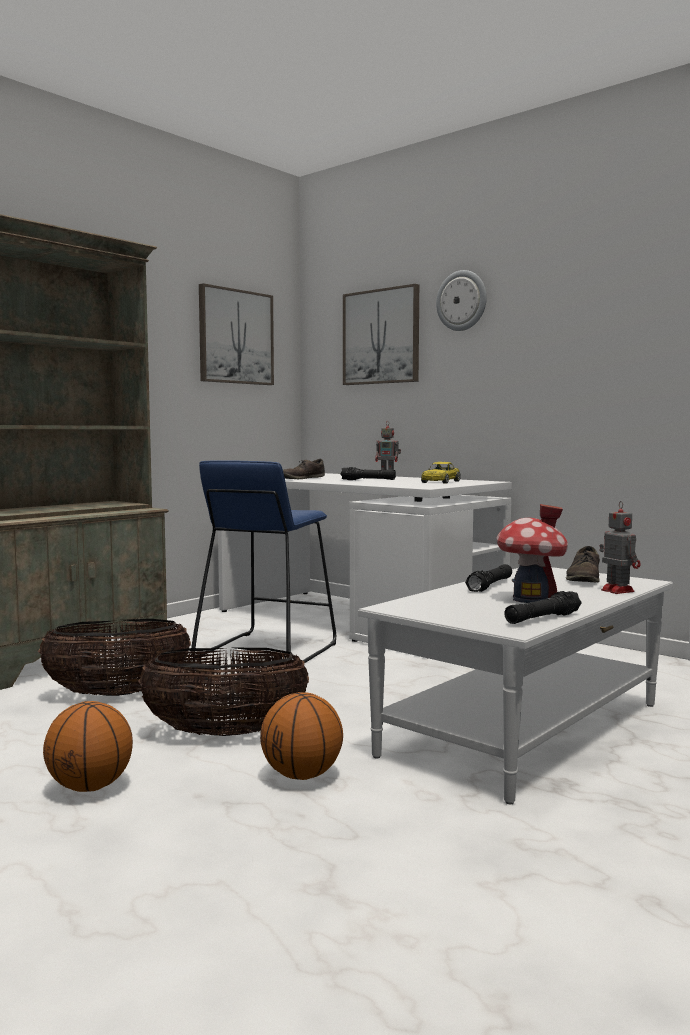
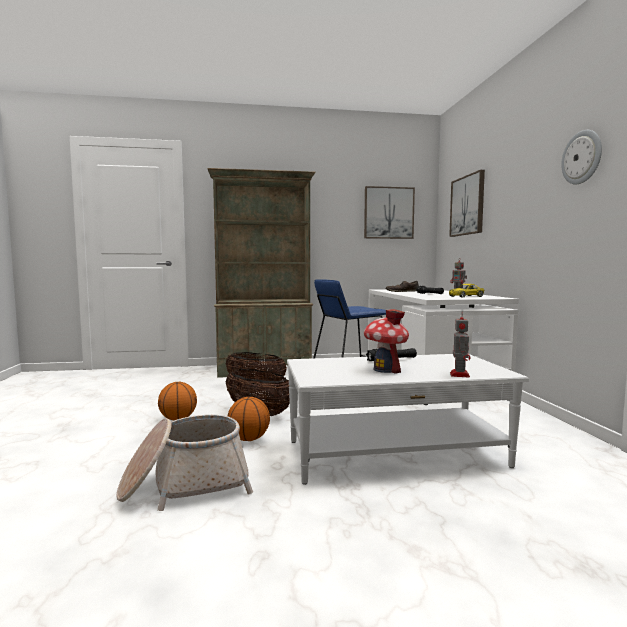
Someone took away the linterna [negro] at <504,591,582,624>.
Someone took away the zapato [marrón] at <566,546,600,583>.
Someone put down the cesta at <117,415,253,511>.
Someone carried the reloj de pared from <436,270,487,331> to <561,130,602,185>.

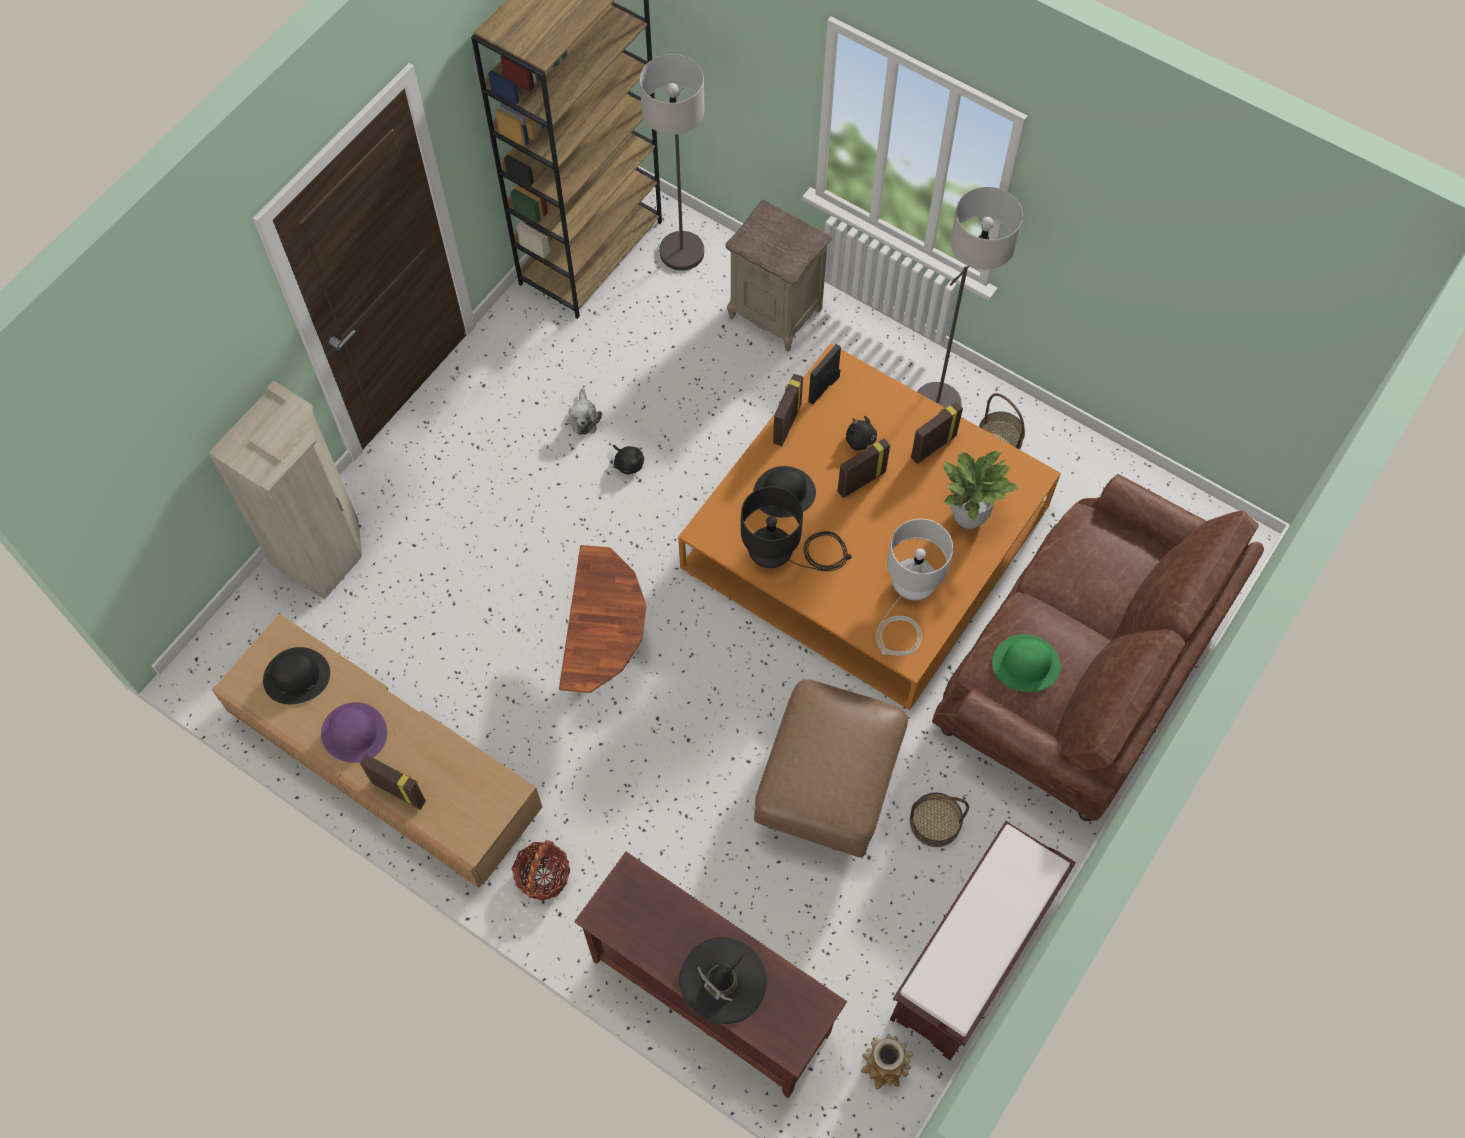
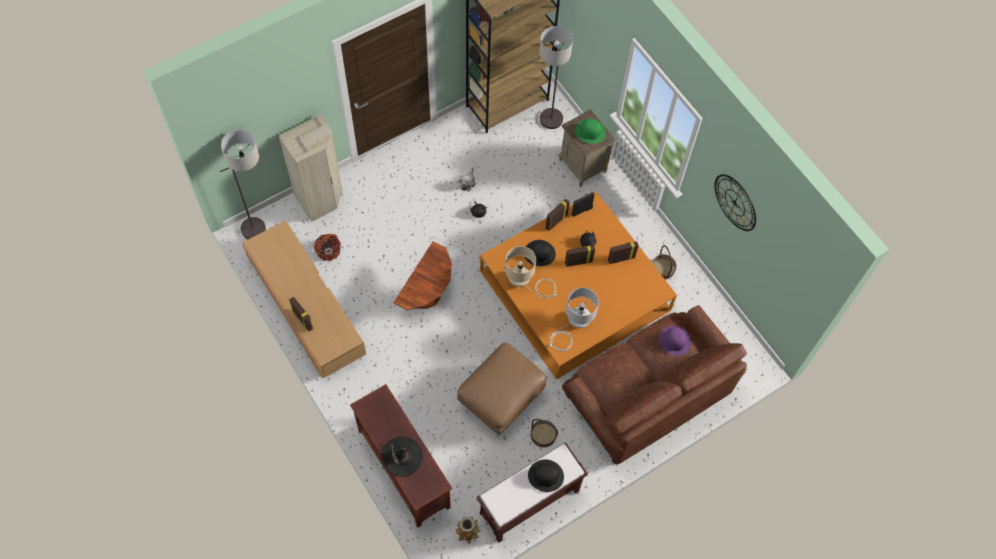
Someone took away the planta en maceta at <943,451,1018,529>.
Someone put up the reloj de pared at <715,174,756,231>.
Someone carried the sombrero [negro] from <263,647,330,704> to <528,459,564,492>.
Someone carried the sombrero [morado] from <321,702,387,763> to <659,326,691,356>.
Someone carried the cesta from <511,840,570,901> to <314,234,341,261>.
Someone carried the lámpara de pie [gris] from <917,187,1023,408> to <220,130,266,240>.
Someone carried the sombrero [verde] from <992,634,1060,692> to <575,119,606,144>.
Someone repainted the lámpara de mesa [negro] at <741,486,852,571>, which became the lámpara de mesa [beis] at <505,246,557,299>.

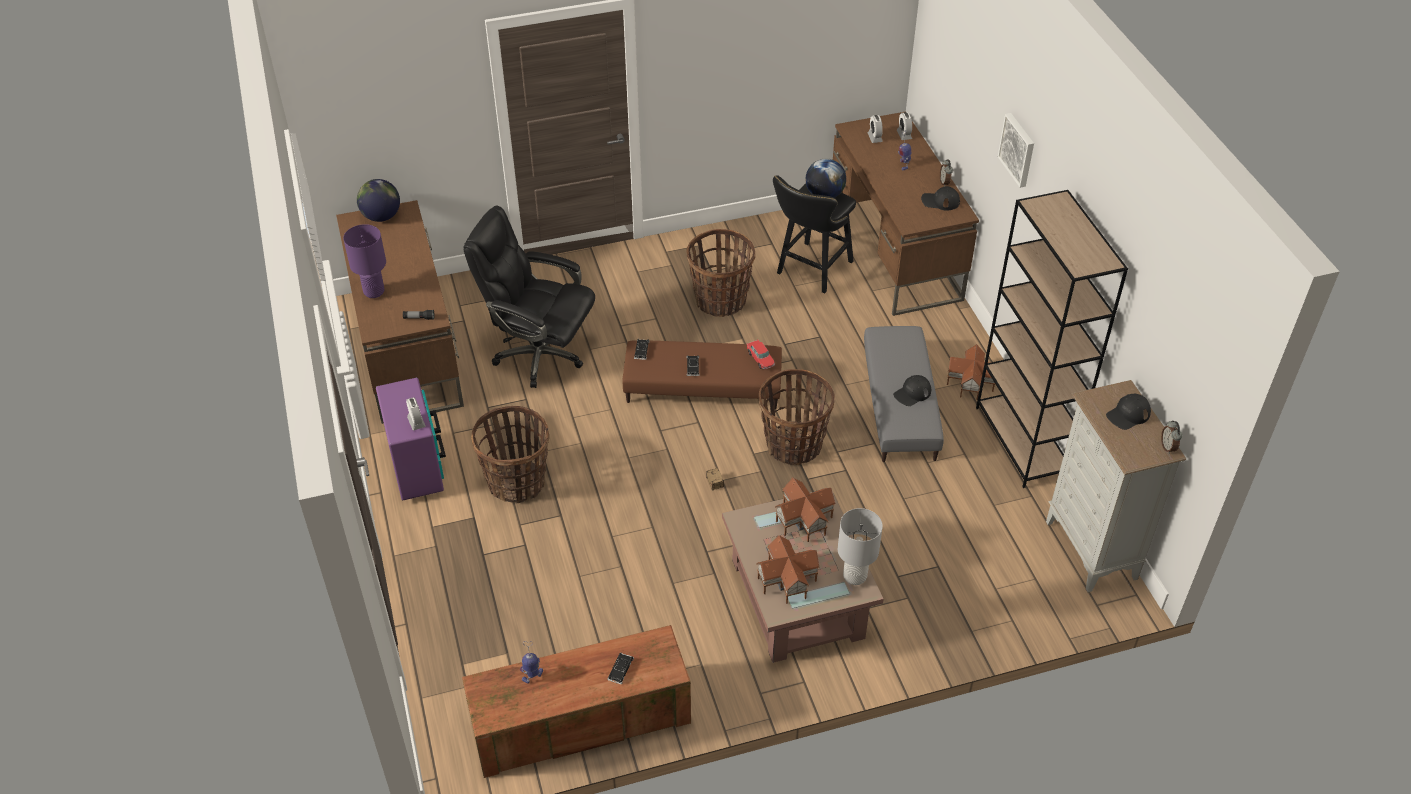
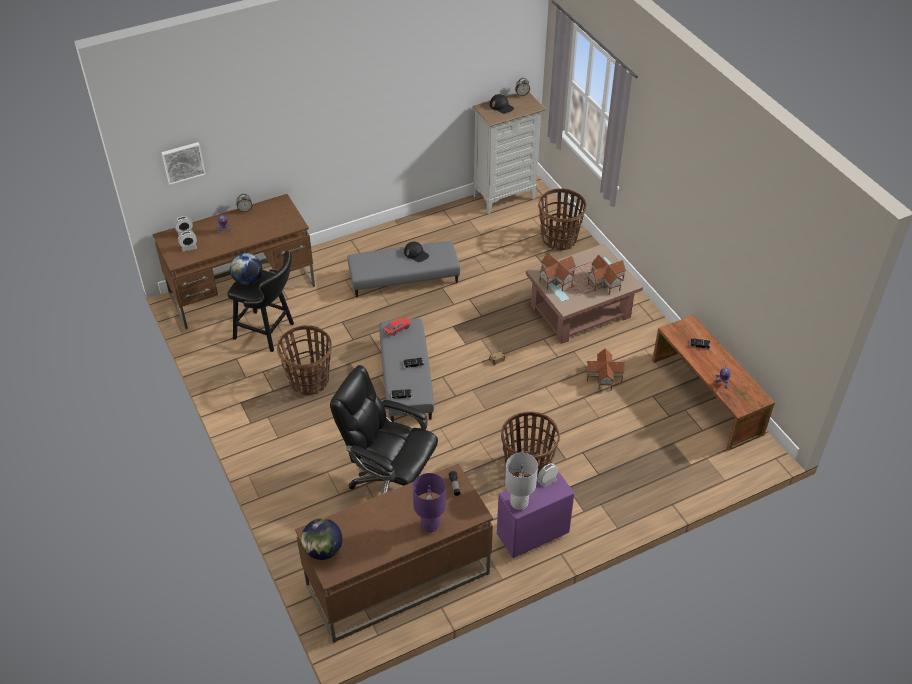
Someone took away the gorra [negro] at <921,186,960,210>.
Someone took away the estantería [beis] at <976,190,1128,488>.
Someone carried the cesta from <758,369,835,465> to <538,188,586,251>.
Someone carried the lámpara de mesa [gris] from <838,508,883,585> to <505,453,538,510>.
Someone carried the casita from <947,344,995,400> to <586,348,625,391>.
Someone carried the cuadro from <998,113,1034,188> to <161,142,206,185>.
Someone repainted the puf [marrón] at <622,340,782,409>, which became the puf [gris] at <379,319,434,422>.
Someone rotated the silla de oficina [negro] at <463,206,595,388> by 105 degrees clockwise.

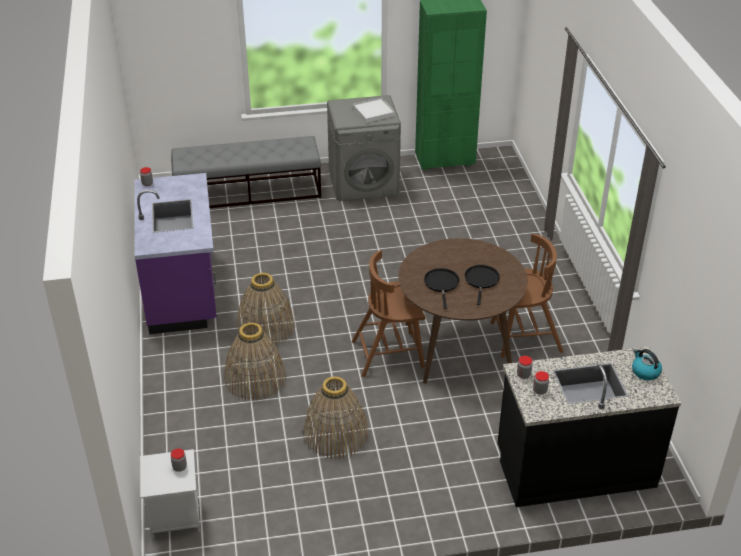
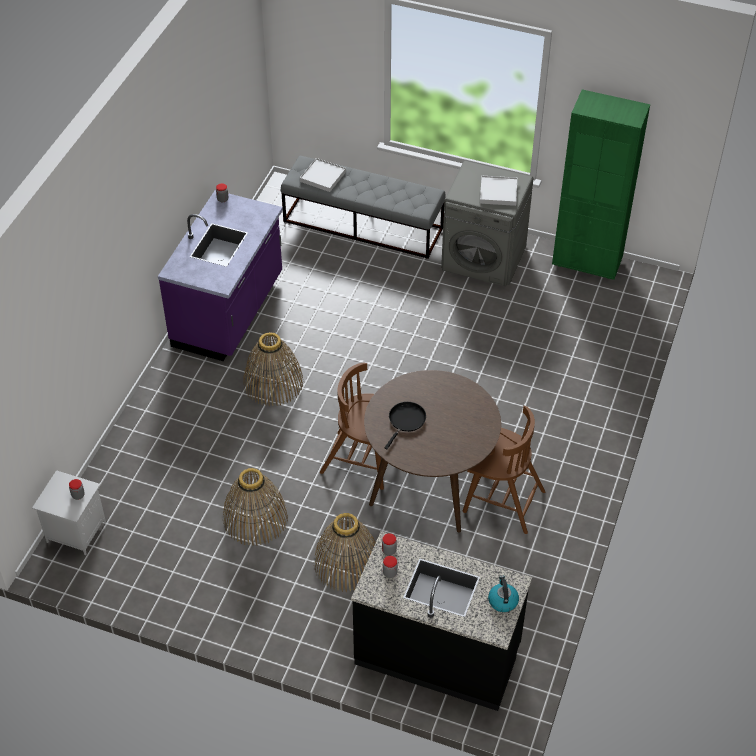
Someone took away the sartén [negro] at <464,265,500,305>.
Someone put down the bandeja [blanco] at <300,158,346,192>.
Someone carried the cesta from <224,323,286,401> to <314,513,376,592>.

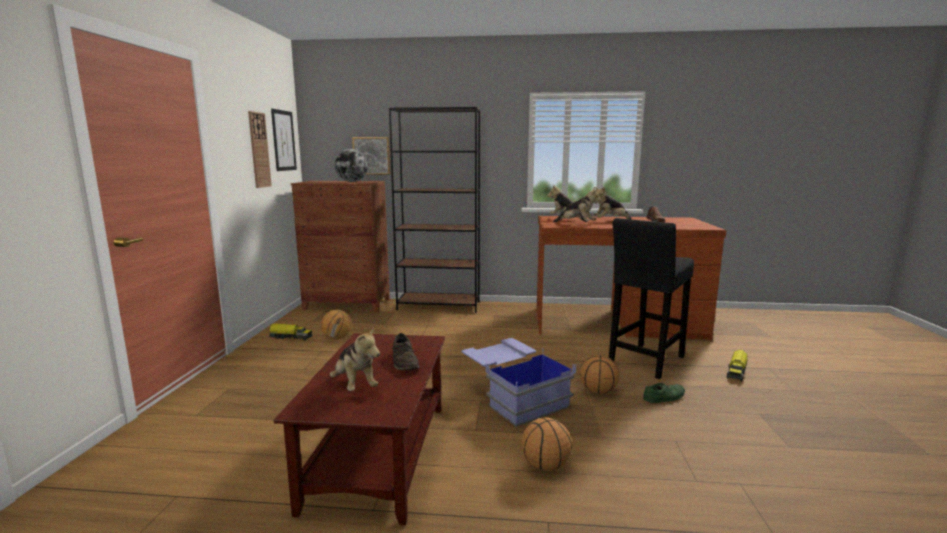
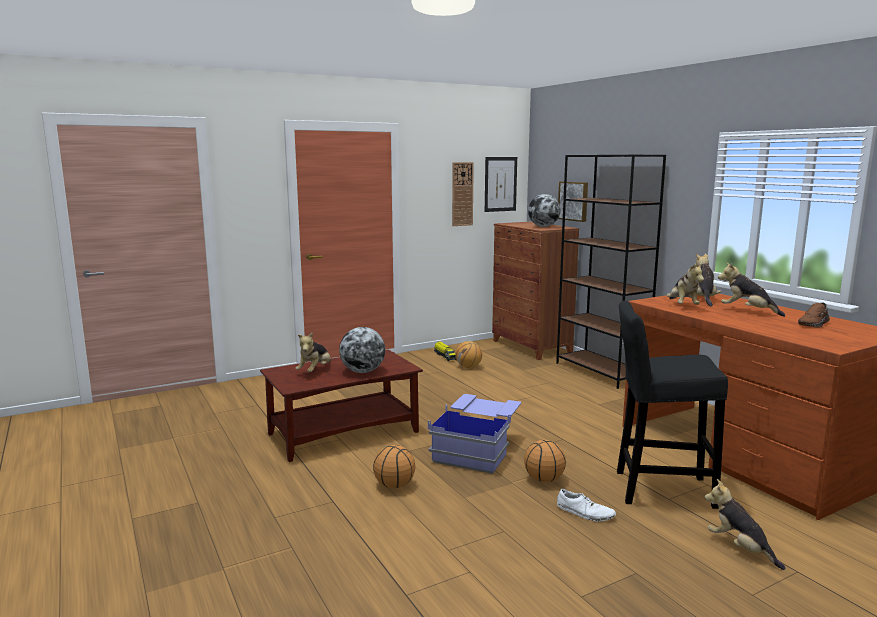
Someone swapped the zapato [marrón] at <392,333,419,370> for the globo terráqueo at <339,327,385,373>.
Someone swapped the camión de juguete at <727,349,748,381> for the peluche at <705,479,785,570>.
Someone repainted the zapato [verde] at <643,383,685,403>, which became the zapato [blanco] at <557,489,616,521>.

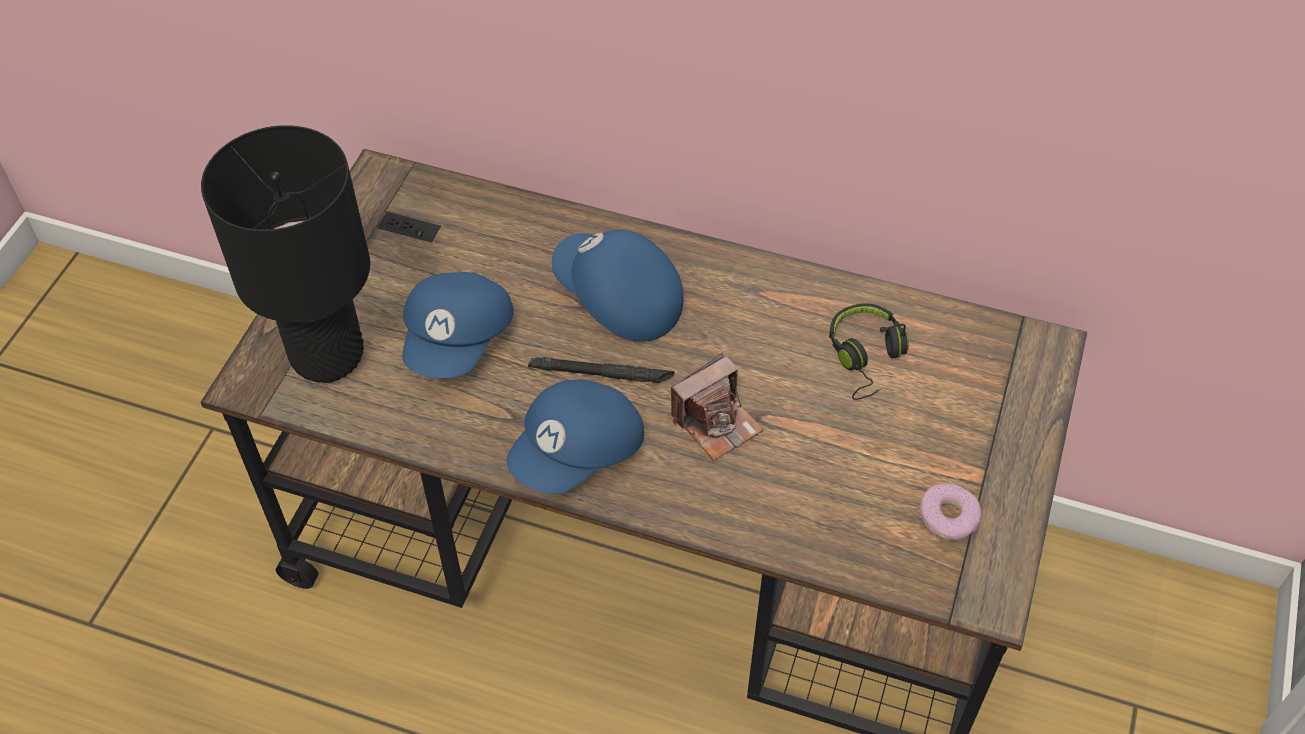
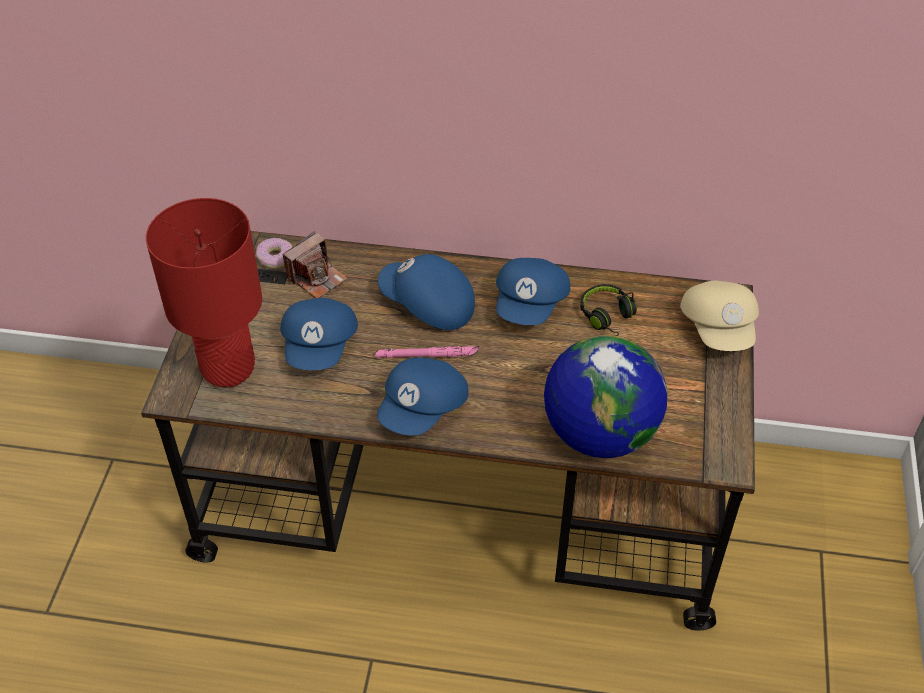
Someone put down the gorra [azul] at <496,258,571,325>.
Someone put down the globo terráqueo at <544,335,668,458>.
Someone put down the gorra [beis] at <680,281,759,351>.
Someone carried the cámara from <671,353,763,461> to <283,231,348,298>.
Someone carried the rosquilla from <920,484,981,541> to <256,238,292,269>.
Someone repainted the lámpara de mesa [negro] at <201,125,370,383>, which became the lámpara de mesa [rojo] at <146,198,262,387>.
Someone repainted the linterna [negro] at <528,357,675,383>, which became the linterna [rosa] at <375,346,479,358>.

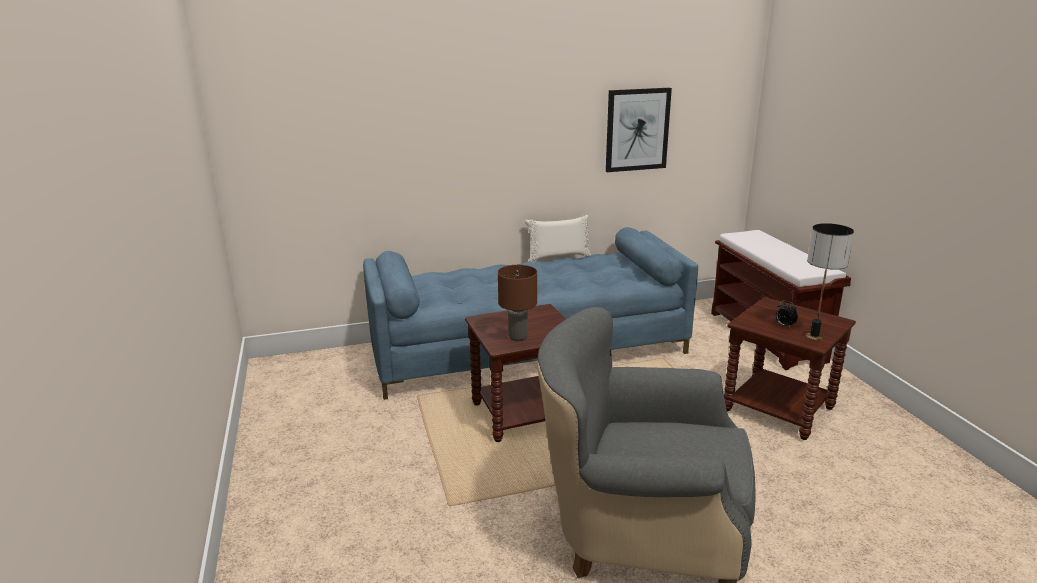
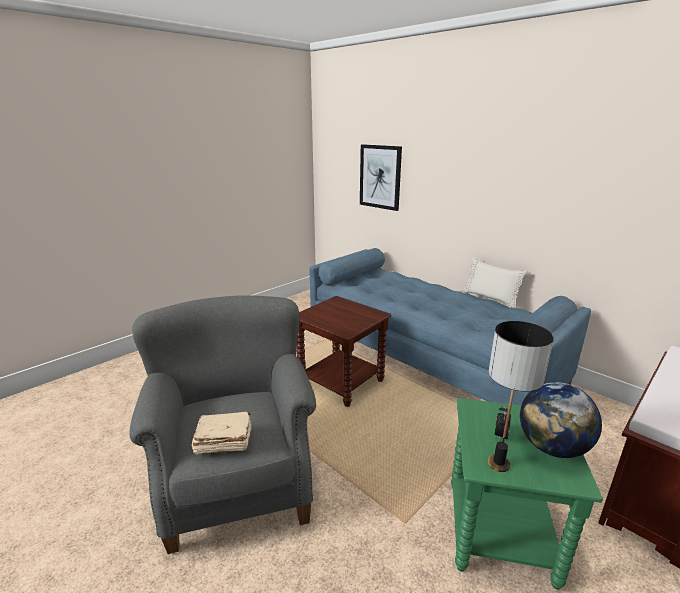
Someone took away the lámpara de mesa [marrón] at <498,265,537,341>.
Someone put down the libro [beis] at <191,412,251,454>.
Someone put down the globo terráqueo at <520,382,602,458>.
Someone carried the cuadro from <606,88,672,172> to <360,144,402,211>.
Someone repainted the mesa auxiliar [marrón] at <724,297,856,440>, which became the mesa auxiliar [verde] at <451,398,603,590>.

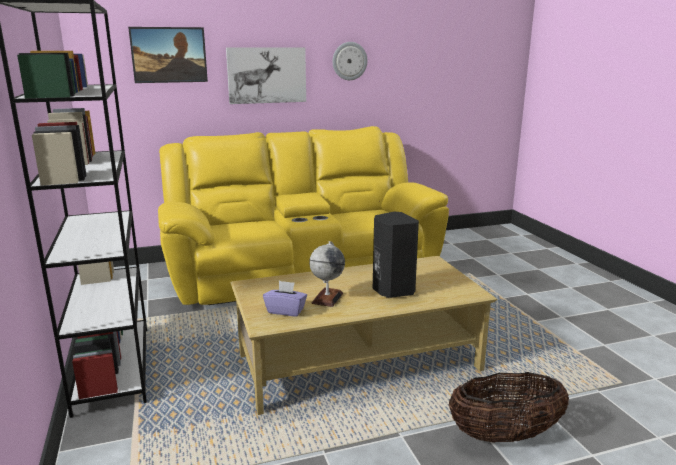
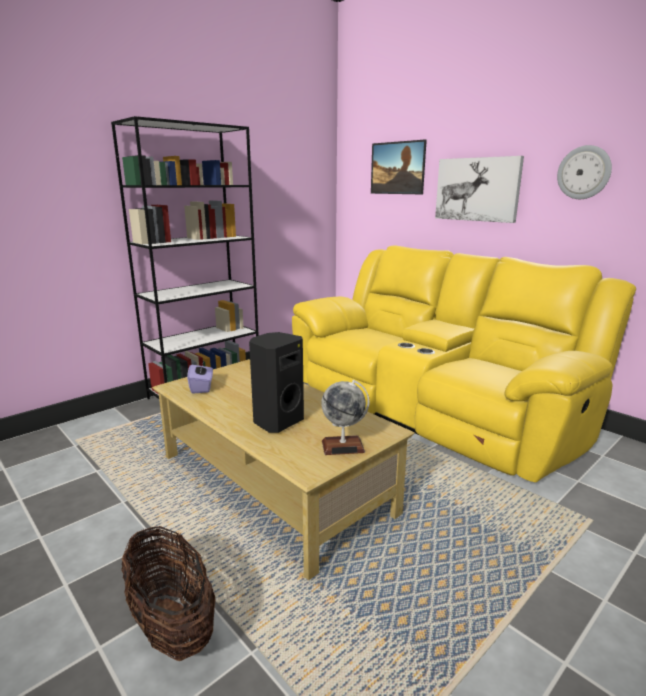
Someone carried the globo terráqueo from <309,241,345,307> to <321,380,370,455>.

